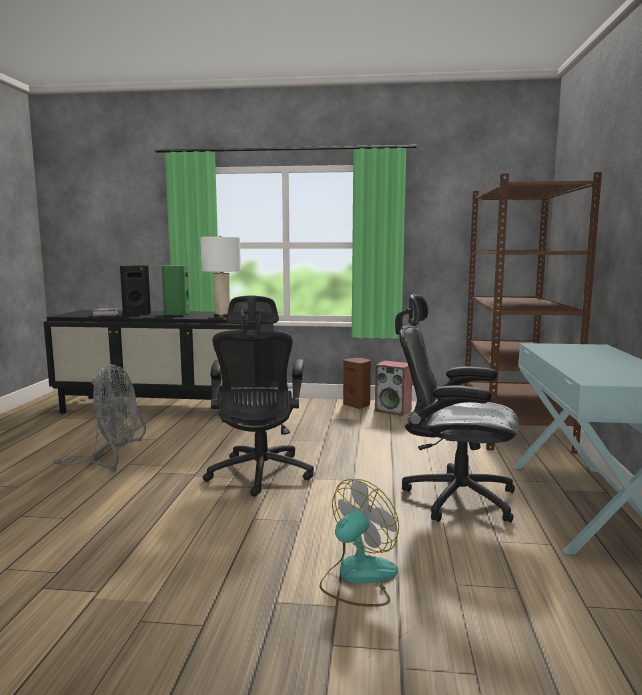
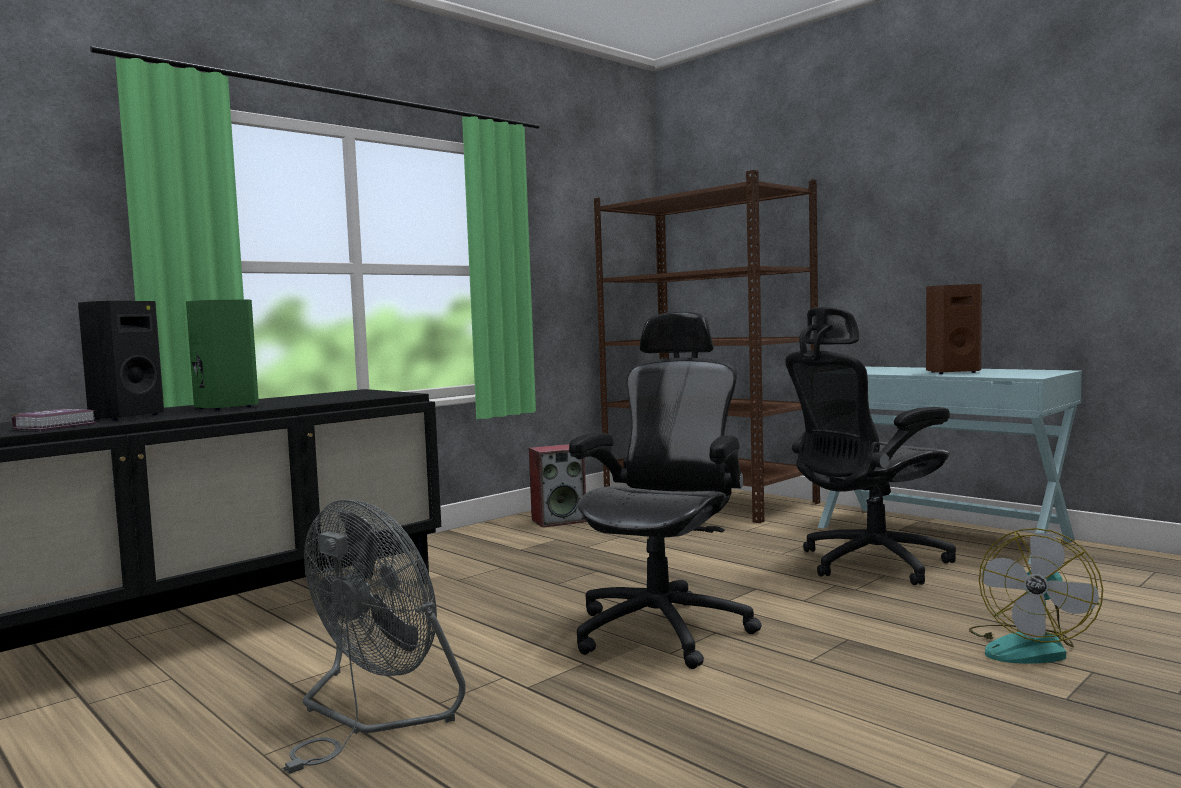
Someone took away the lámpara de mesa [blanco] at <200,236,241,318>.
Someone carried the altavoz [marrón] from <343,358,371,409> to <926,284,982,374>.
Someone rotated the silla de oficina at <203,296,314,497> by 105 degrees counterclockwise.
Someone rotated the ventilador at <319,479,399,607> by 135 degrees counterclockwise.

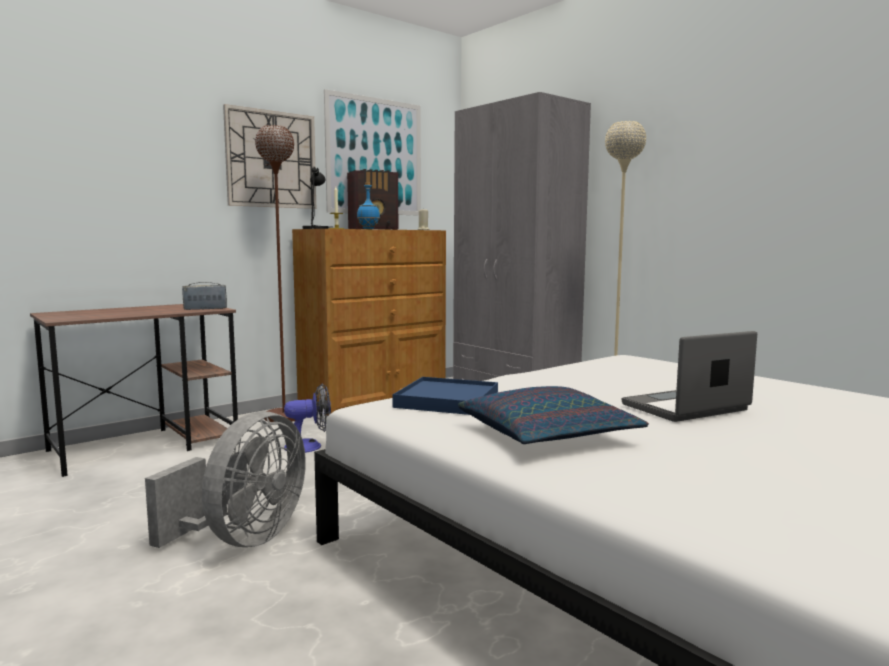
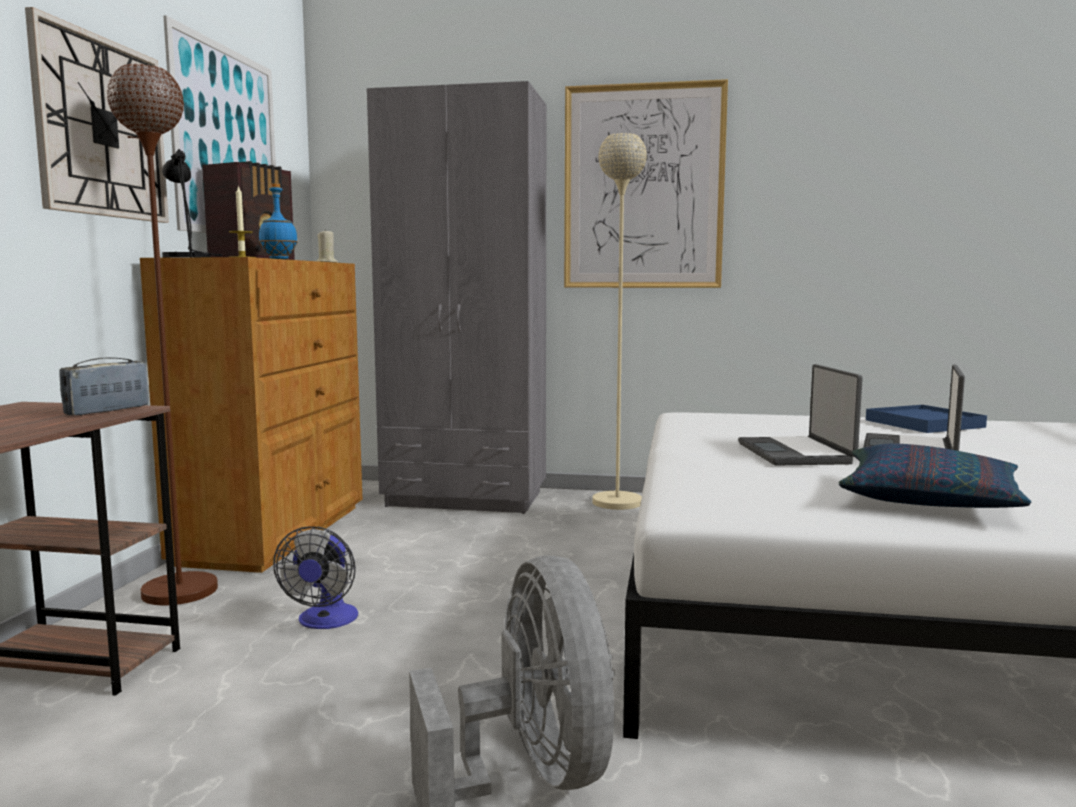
Someone put up the cuadro at <564,79,728,288>.
Someone put down the portátil at <738,364,863,466>.
Someone carried the bandeja [azul] from <392,377,498,415> to <866,405,987,433>.
Someone rotated the ventilador at <284,384,331,453> by 150 degrees clockwise.

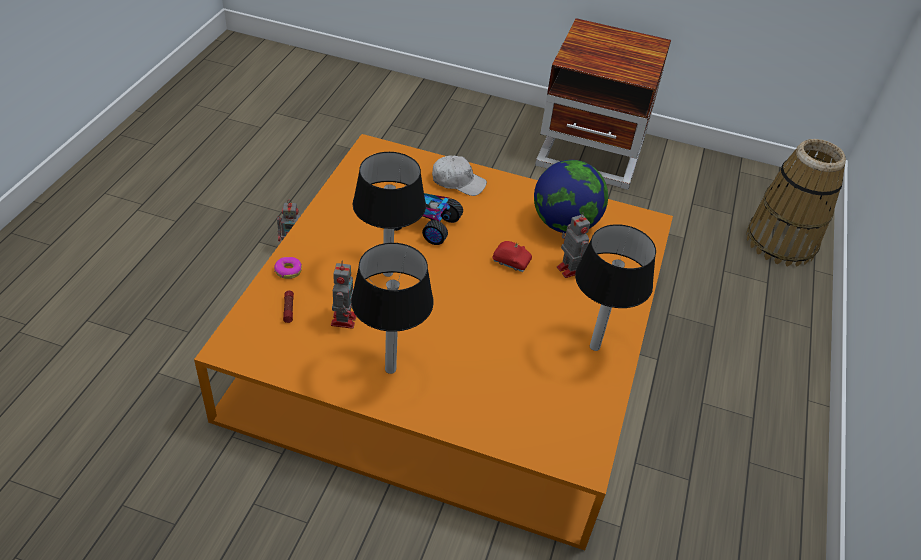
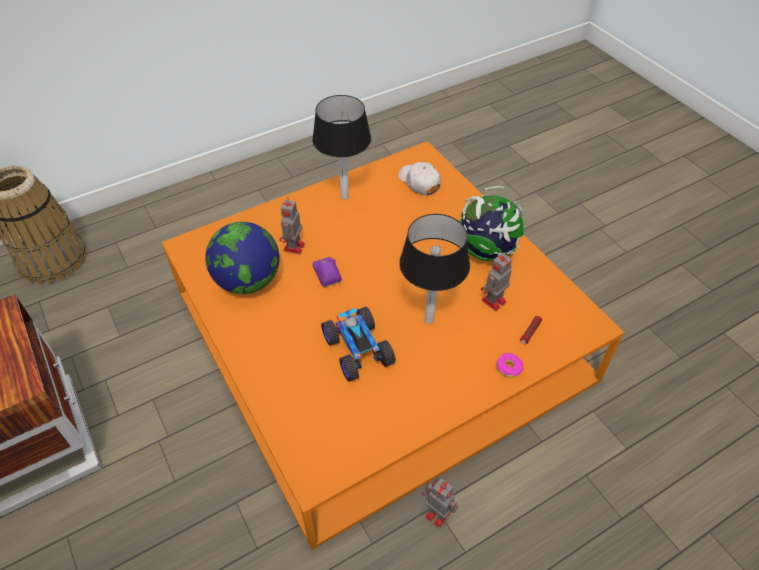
Someone carried the gorra [blanco] from <432,156,487,196> to <398,162,441,196>.
Someone swapped the lámpara de mesa at <351,243,434,374> for the globo terráqueo at <459,186,524,261>.
Someone repainted the coche de juguete [rojo] at <492,241,532,272>, which became the coche de juguete [morado] at <313,257,342,287>.

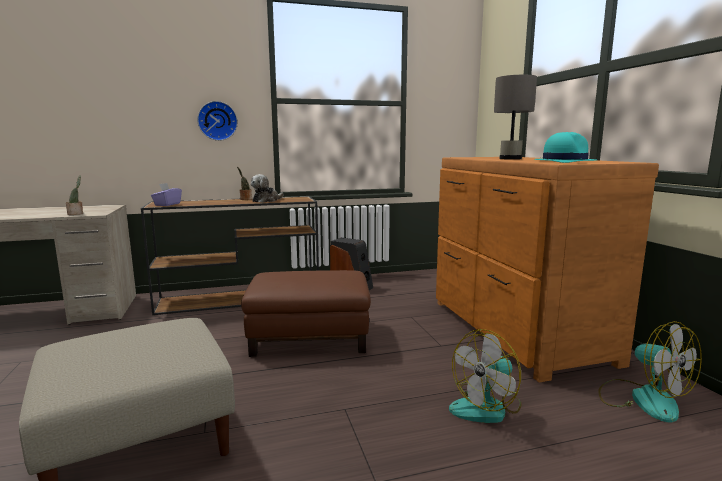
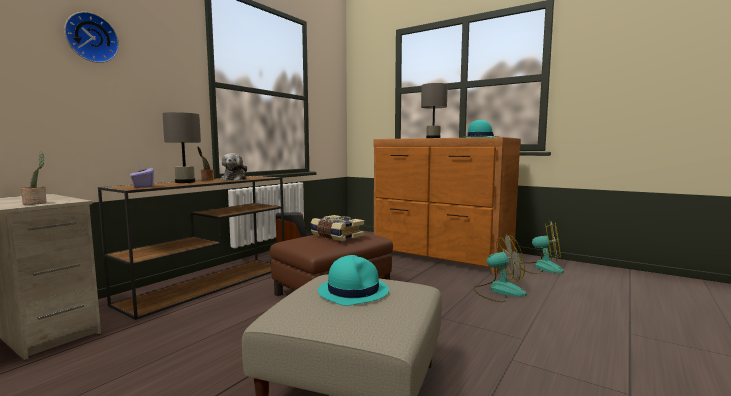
Someone put down the lámpara de mesa [gris] at <163,112,201,183>.
Someone put down the libro at <311,215,364,241>.
Someone put down the sombrero [turquesa] at <318,255,389,306>.
Someone carried the reloj de pared from <197,101,238,141> to <64,12,119,63>.
Someone rotated the ventilador at <449,329,521,423> by 105 degrees counterclockwise.

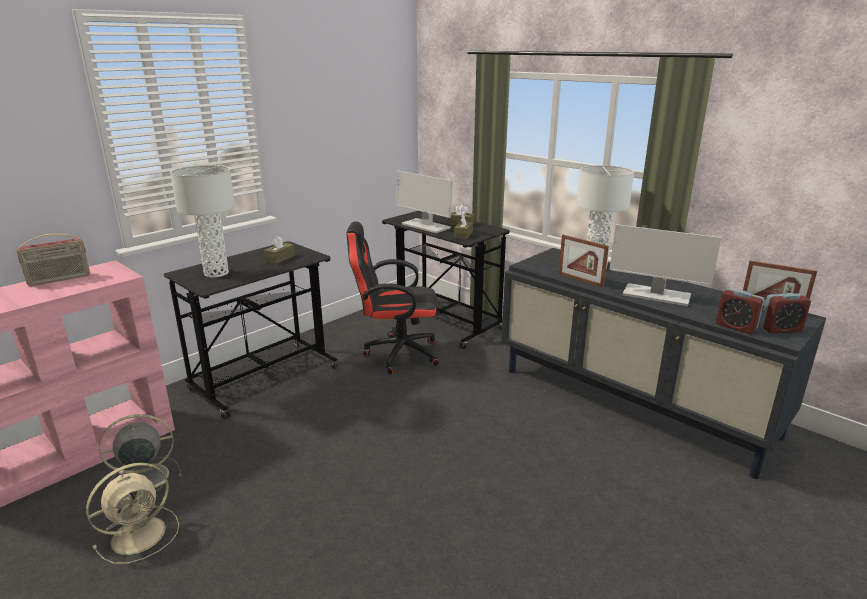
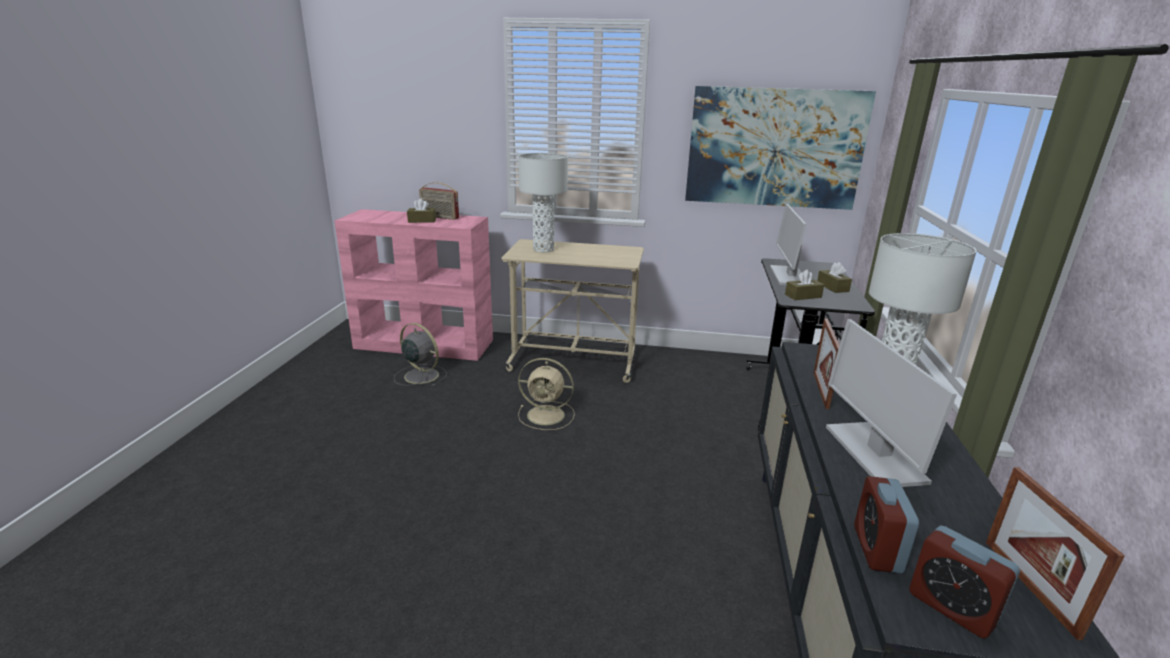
Someone took away the silla de oficina [negro] at <346,221,439,375>.
Someone put up the cuadro at <685,86,876,210>.
Someone carried the ventilador [beis] from <86,463,179,564> to <518,358,575,430>.
Someone carried the caja de pañuelos [marrón] from <264,236,295,264> to <407,199,436,223>.
Someone repainted the escritorio [negro] at <164,241,337,419>, which became the escritorio [beis] at <501,239,644,383>.

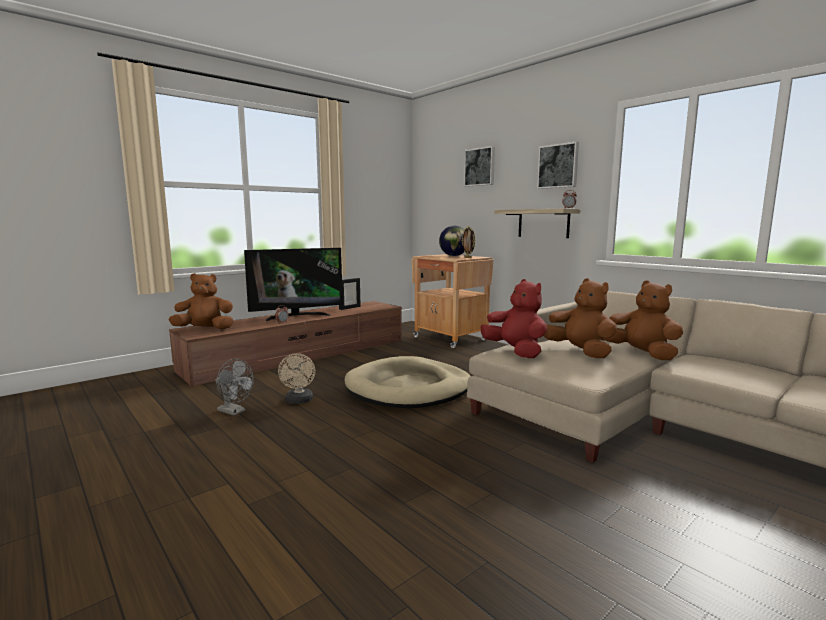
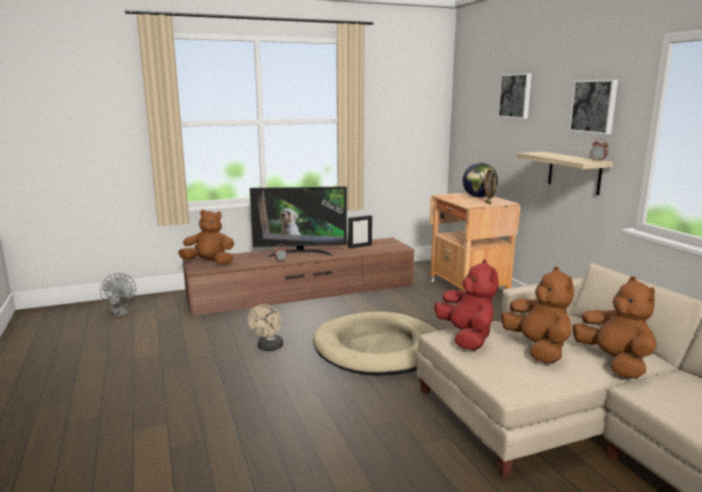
Someone carried the ventilador [gris] from <216,359,254,416> to <100,273,136,317>.

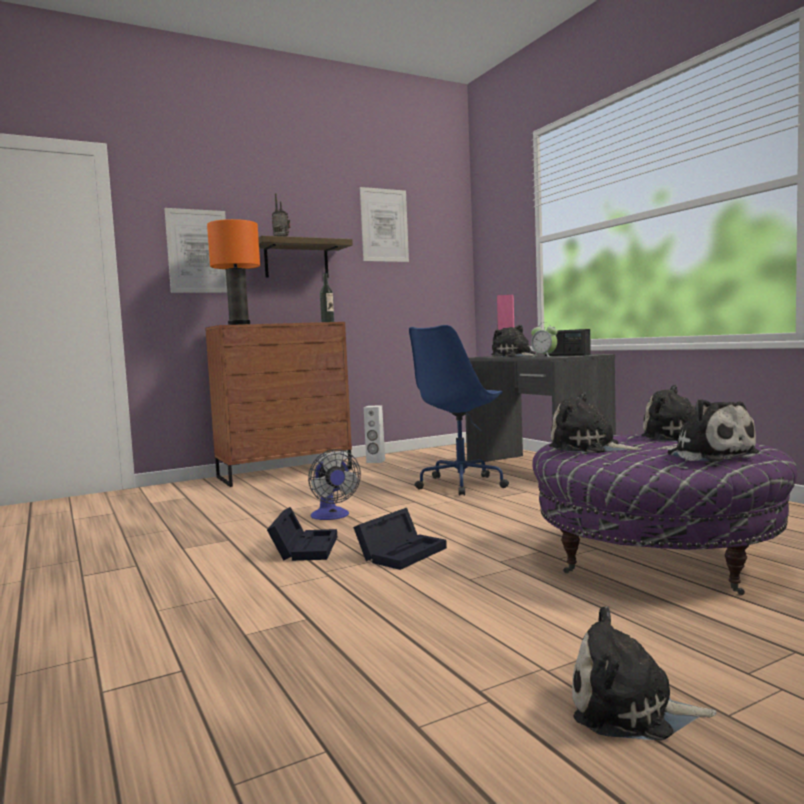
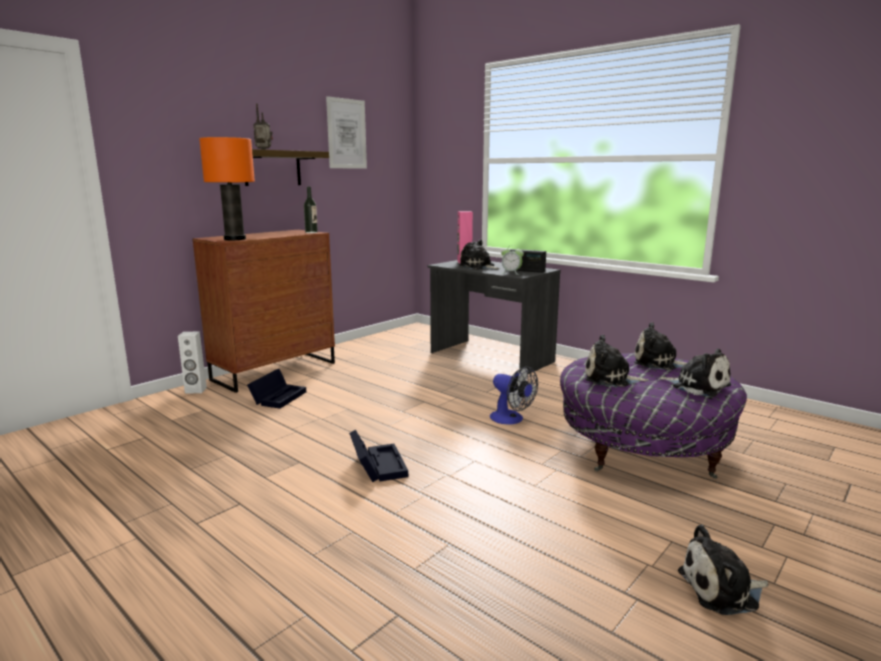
Someone took away the cuadro at <164,208,227,293>.
Someone took away the silla de oficina [azul] at <409,325,509,496>.
Someone carried the ventilador from <308,449,361,520> to <490,366,538,424>.
Someone carried the caja de almacenaje [negro] from <353,508,447,570> to <247,369,306,409>.
Someone carried the altavoz [blanco] from <364,406,385,463> to <178,331,207,394>.

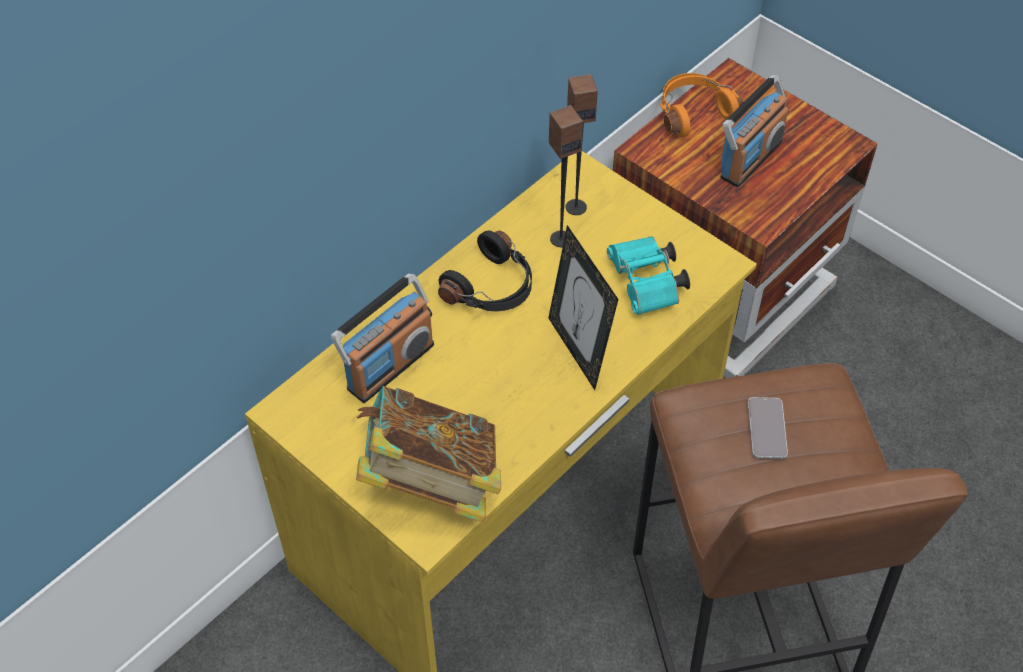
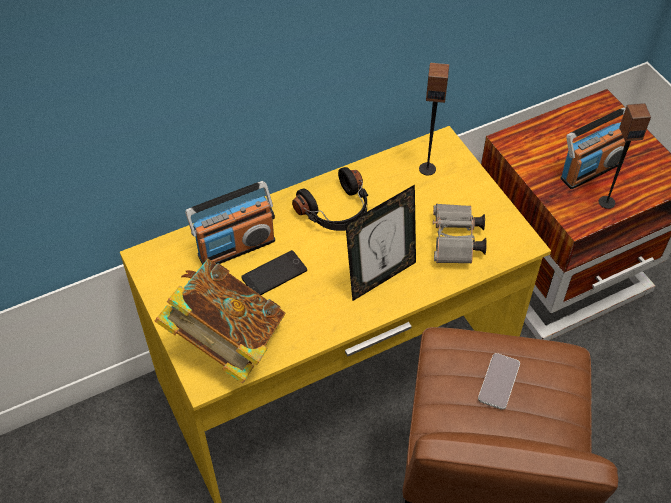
Someone took away the auriculares [naranja] at <660,73,743,137>.
Someone put down the móvil at <241,250,307,295>.
Someone carried the altavoz from <549,105,583,247> to <599,103,651,209>.
Someone repainted the prismáticos [turquesa] at <607,237,690,315>, which became the prismáticos [gris] at <433,204,487,264>.
Someone rotated the portarretratos at <548,225,618,390> by 120 degrees counterclockwise.

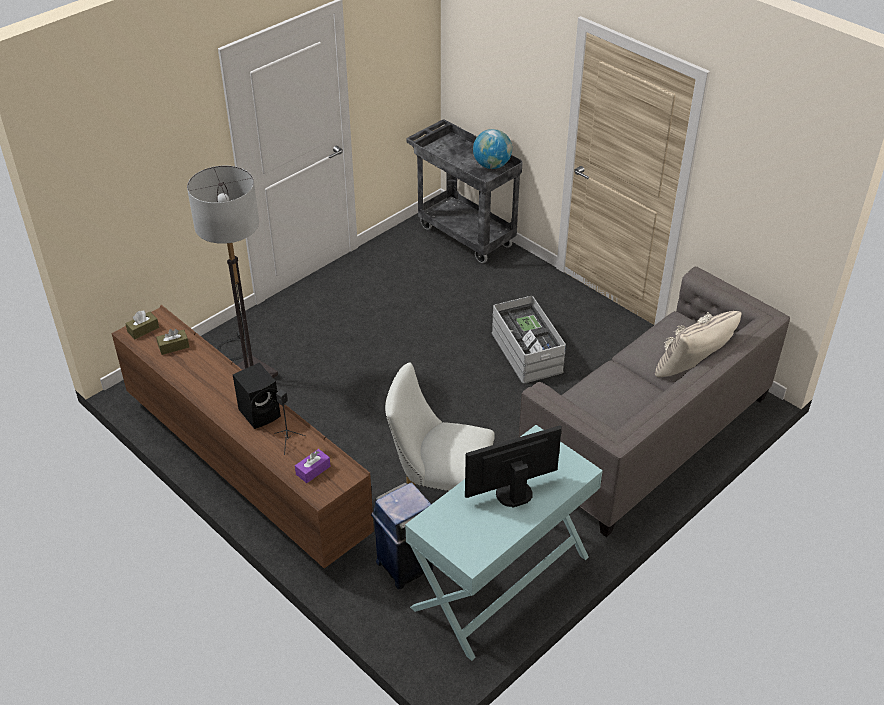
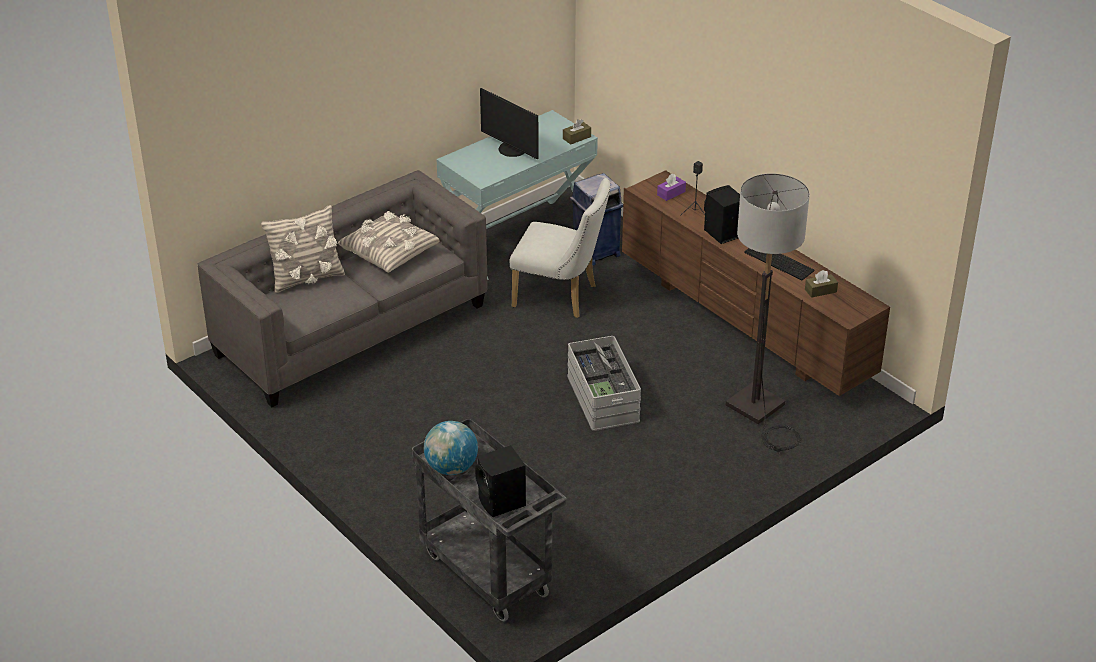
Someone put down the cojín [beis] at <338,211,440,273>.
Someone put down the altavoz [negro] at <475,445,526,517>.
Someone put down the teclado at <744,248,814,280>.
Someone carried the caja de pañuelos [marrón] from <125,310,159,339> to <563,119,591,145>.
Someone carried the caja de almacenaje [gris] from <492,296,566,383> to <567,336,641,431>.
Someone rotated the monitor at <465,426,562,508> by 60 degrees clockwise.

